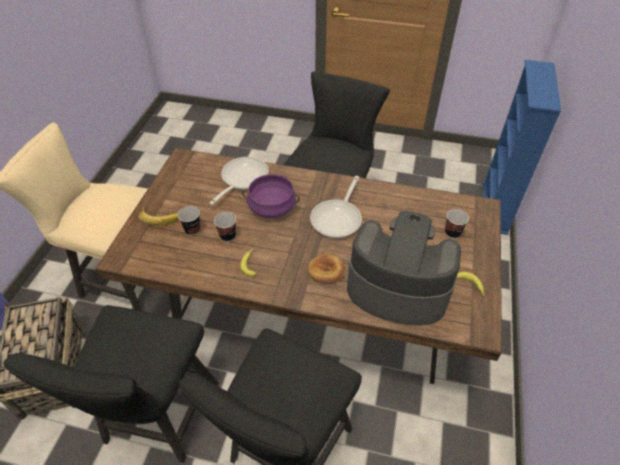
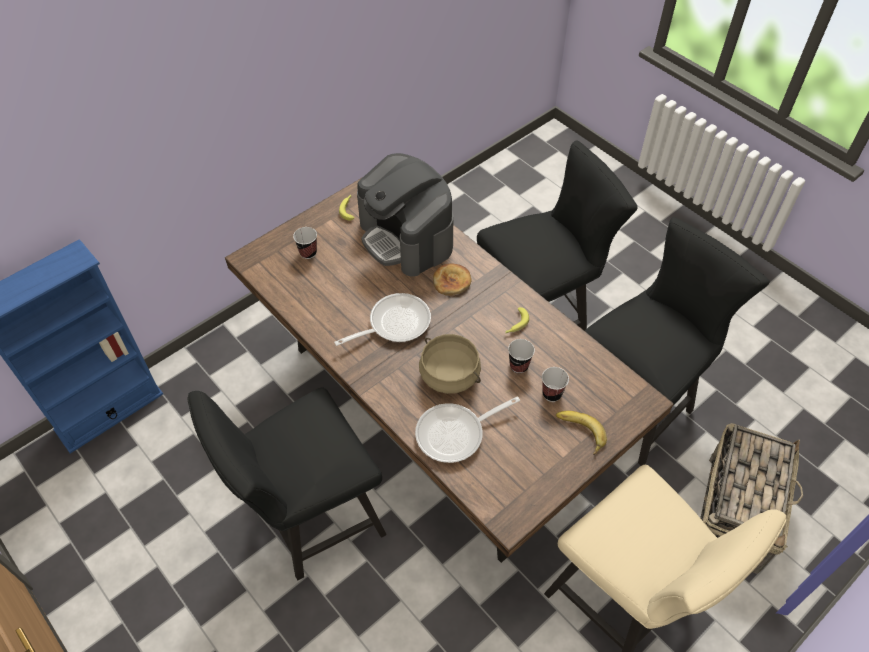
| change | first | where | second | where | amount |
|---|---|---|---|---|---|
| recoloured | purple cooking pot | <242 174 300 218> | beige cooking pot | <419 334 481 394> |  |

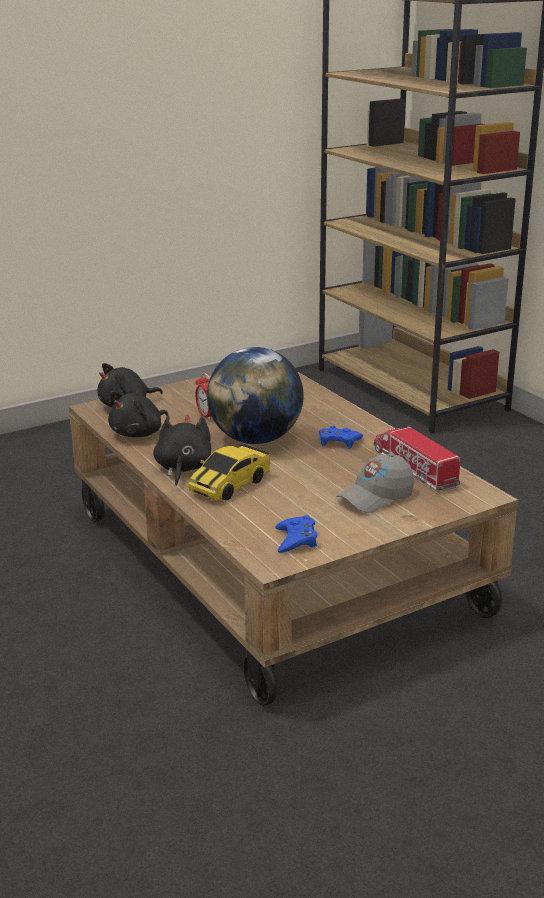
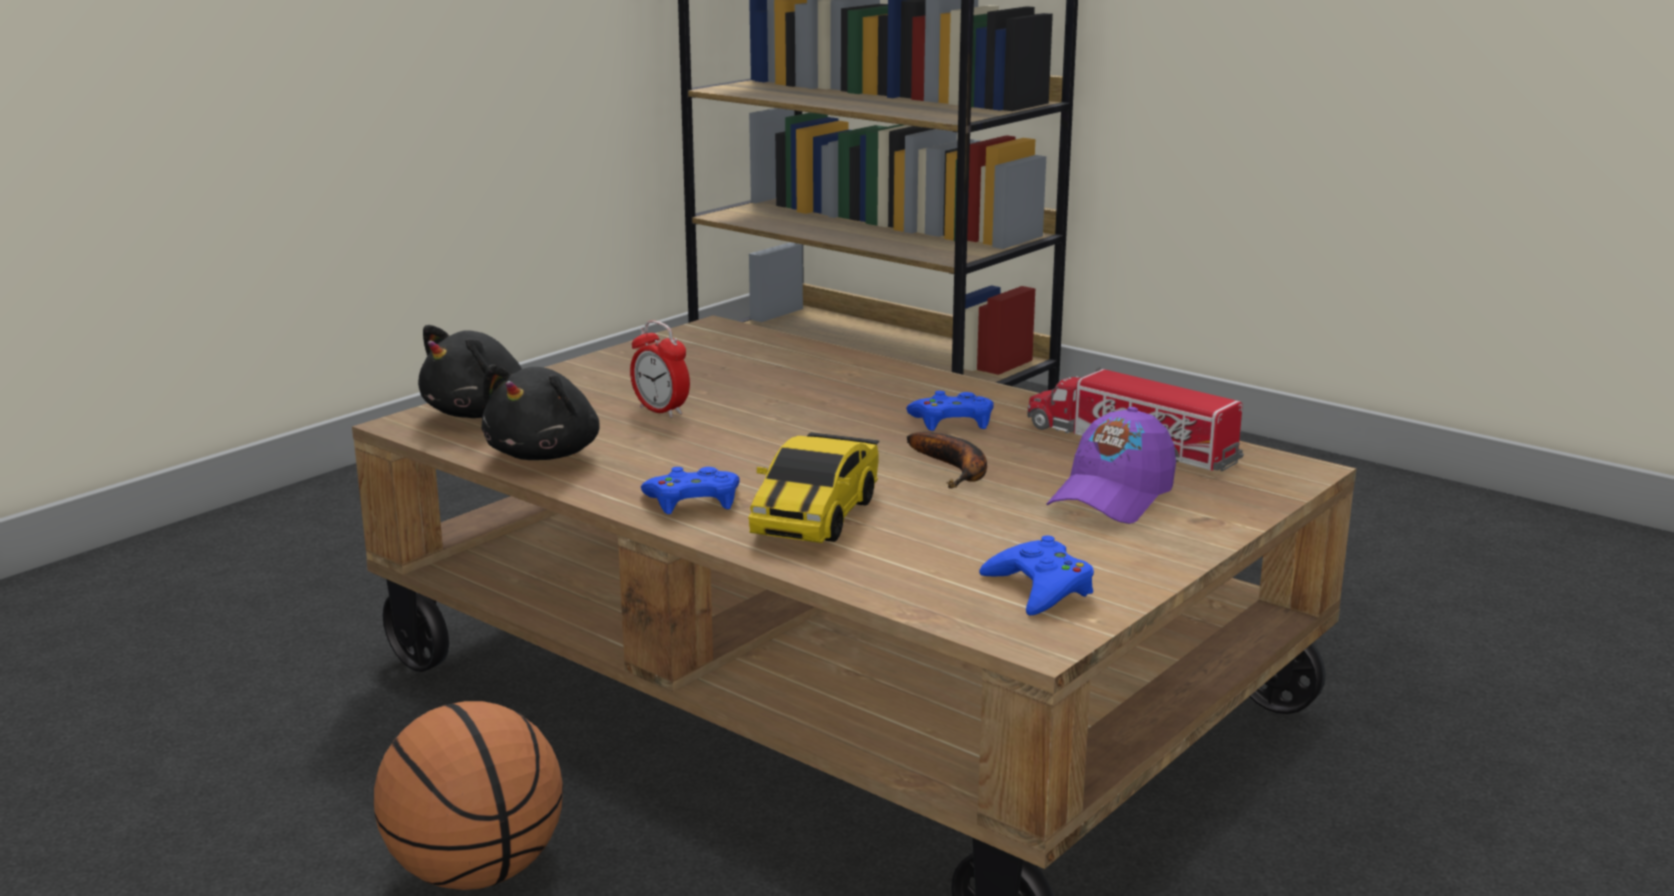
| change | first | where | second | where | amount |
|---|---|---|---|---|---|
| removed | globe | <207 347 304 444> |  |  |  |
| replaced | black plush toy | <153 414 211 486> | blue game controller | <641 467 740 514> |  |
| recoloured | grey cap | <336 454 414 513> | purple cap | <1047 407 1176 524> |  |
| added |  |  | banana | <906 432 987 488> |  |
| added |  |  | basketball | <374 701 563 890> |  |

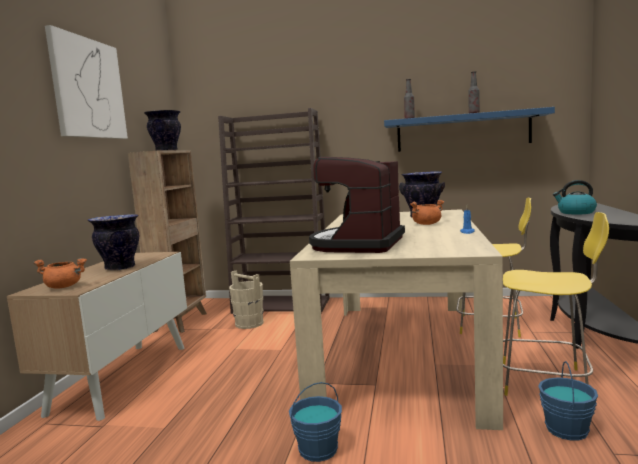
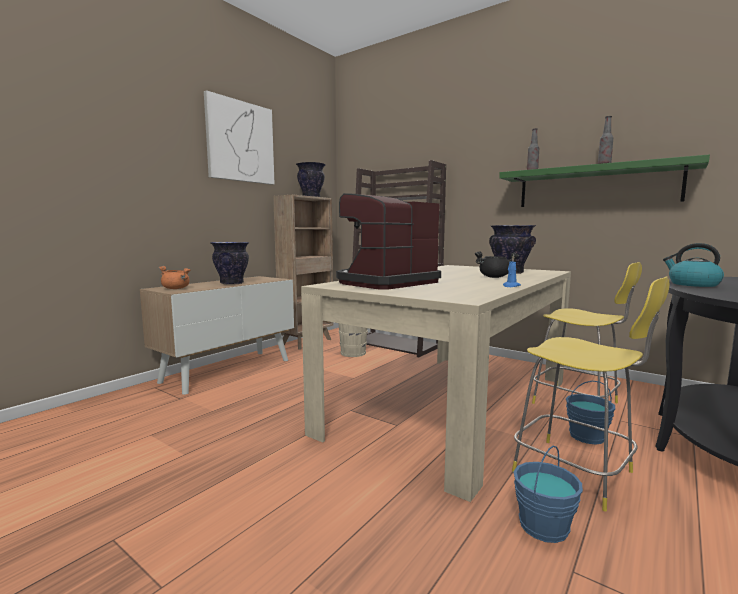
| change | first | where | second | where | amount |
|---|---|---|---|---|---|
| recoloured | blue shelf | <384 107 555 152> | green shelf | <499 155 710 207> |  |
| recoloured | orange cooking pot | <410 200 444 225> | black cooking pot | <475 251 519 278> |  |
| moved | blue bucket | <289 382 342 462> |  | <566 381 615 444> |  |

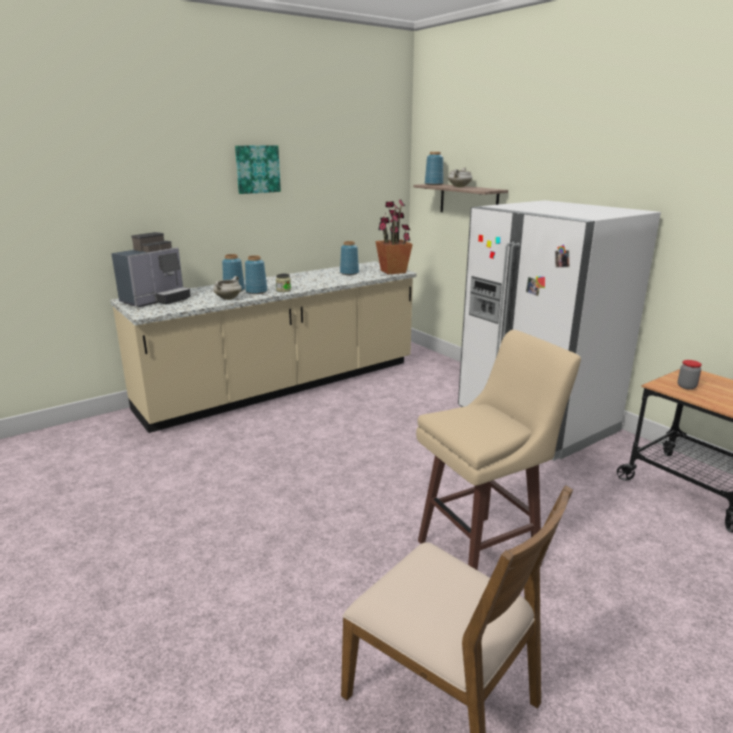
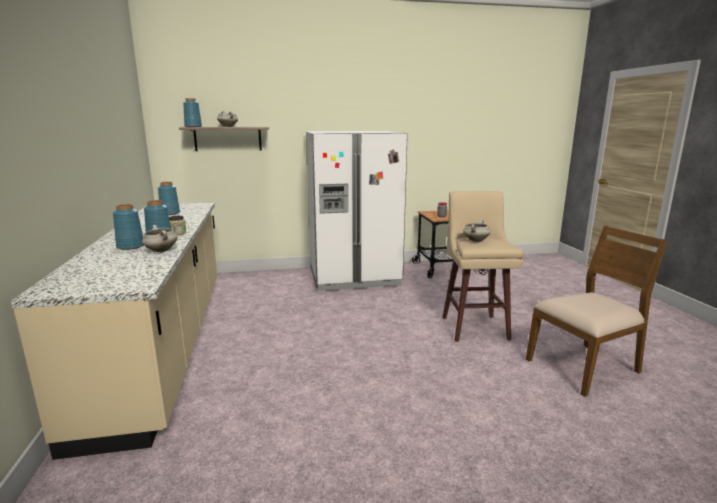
| change | first | where | second | where | amount |
|---|---|---|---|---|---|
| removed | picture | <235 145 281 194> |  |  |  |
| removed | potted plant | <375 200 413 274> |  |  |  |
| removed | coffee machine | <111 232 191 307> |  |  |  |
| added |  |  | white cooking pot | <463 220 490 242> |  |

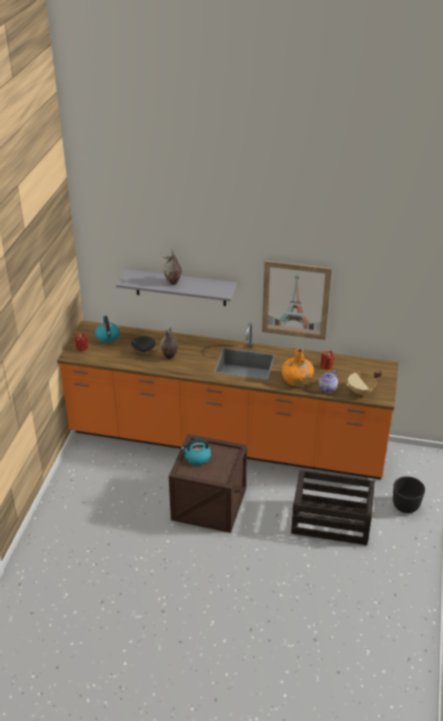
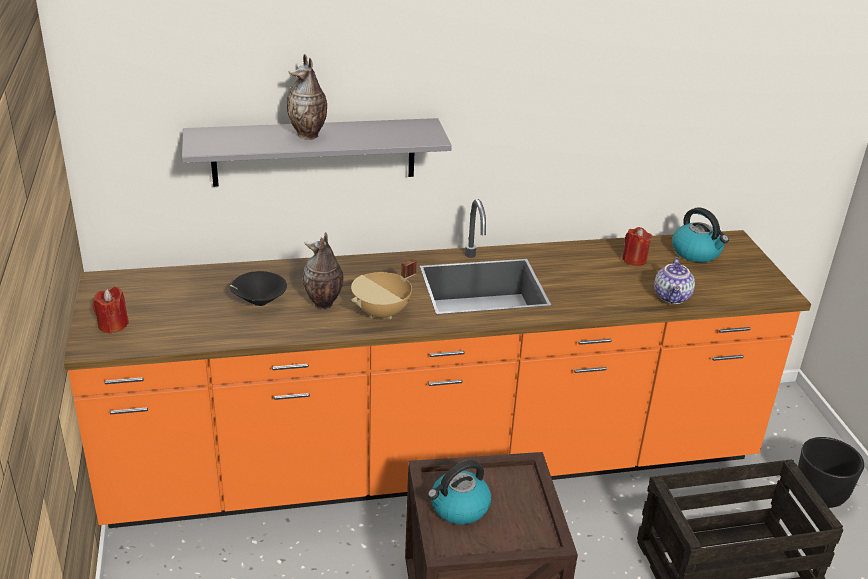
| change | first | where | second | where | amount |
|---|---|---|---|---|---|
| removed | picture | <262 261 332 340> |  |  |  |
| moved | kettle | <95 316 120 343> |  | <672 207 729 262> |  |
| removed | orange bottle | <282 348 314 387> |  |  |  |
| moved | beige cooking pot | <346 370 382 396> |  | <351 259 417 319> |  |

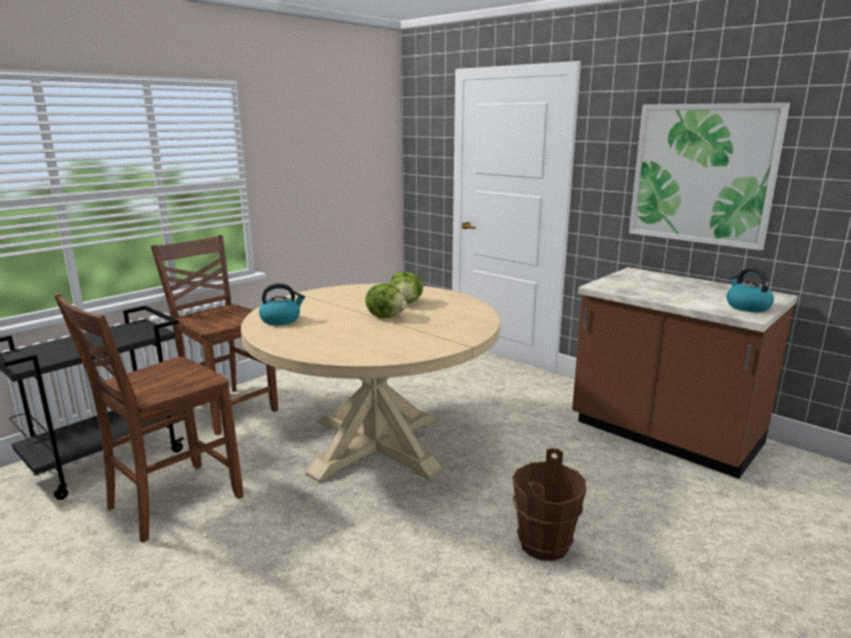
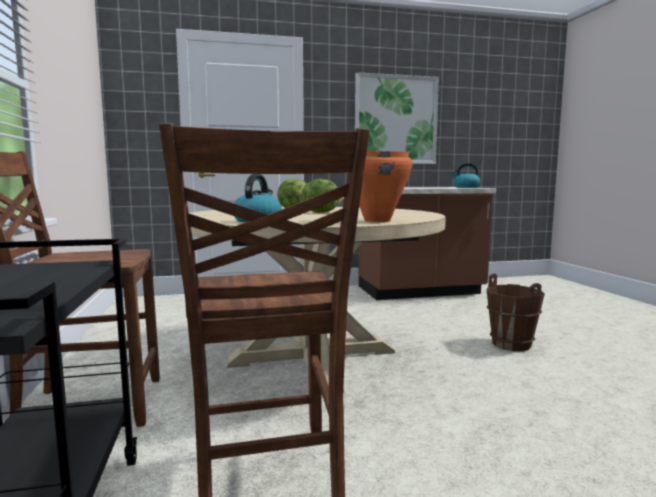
| change | first | where | second | where | amount |
|---|---|---|---|---|---|
| added |  |  | orange cooking pot | <347 151 413 223> |  |

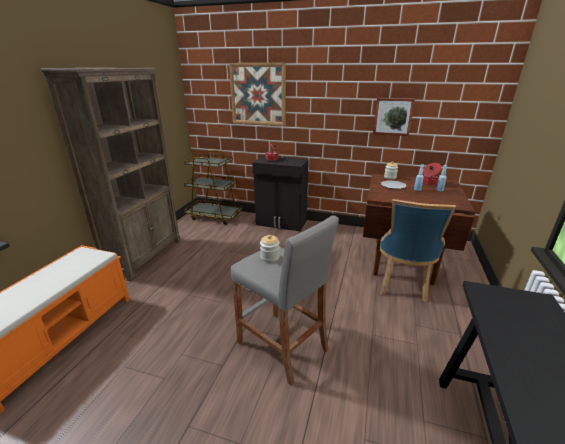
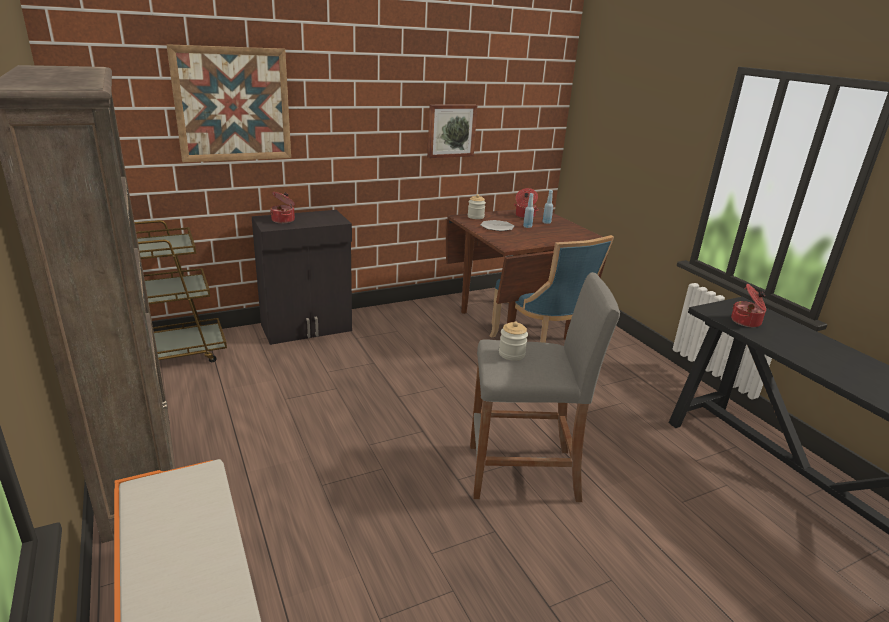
| change | first | where | second | where | amount |
|---|---|---|---|---|---|
| added |  |  | cooking pot | <731 284 766 327> |  |

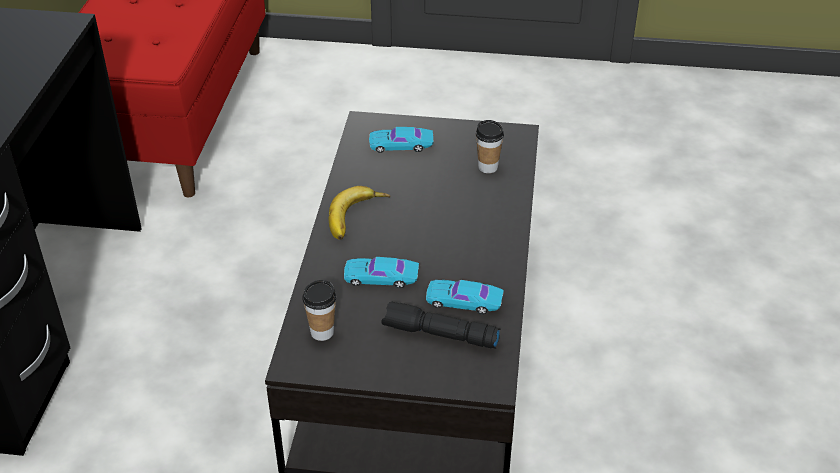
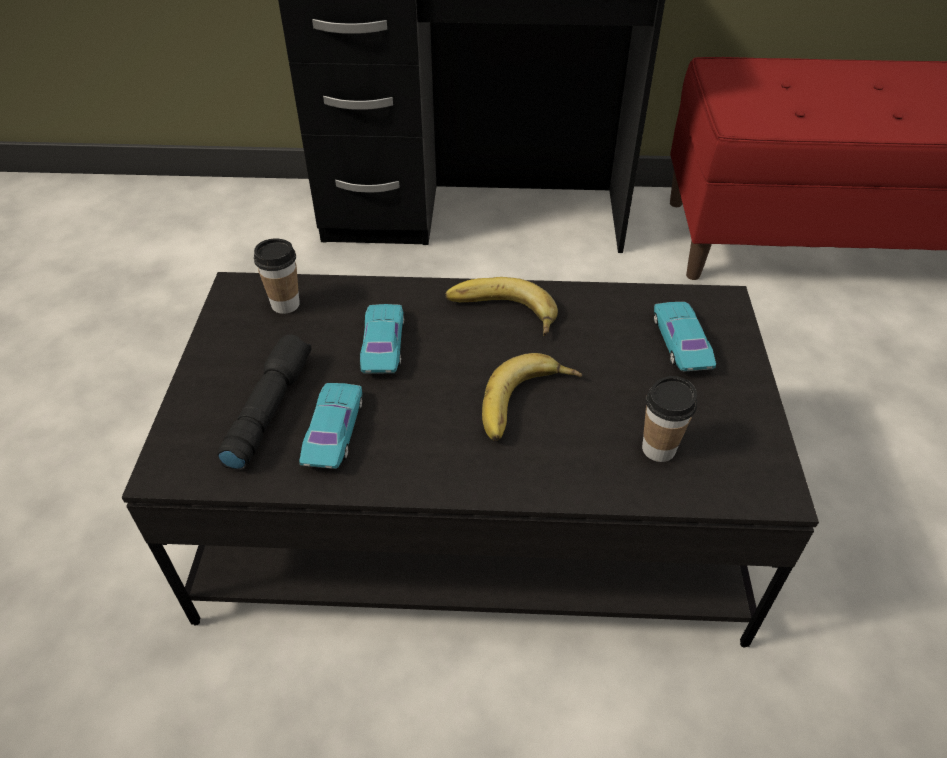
| change | first | where | second | where | amount |
|---|---|---|---|---|---|
| added |  |  | banana | <482 353 582 441> |  |

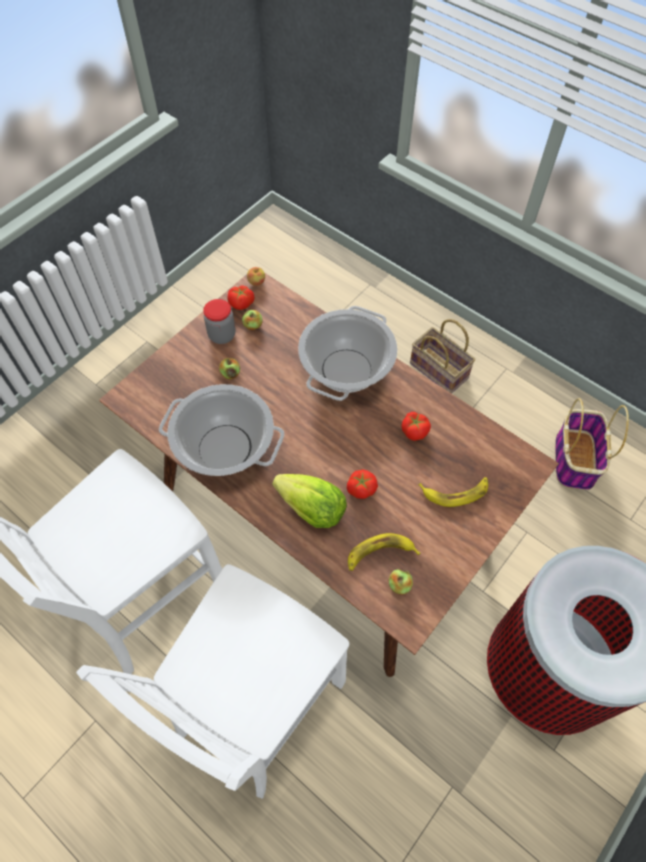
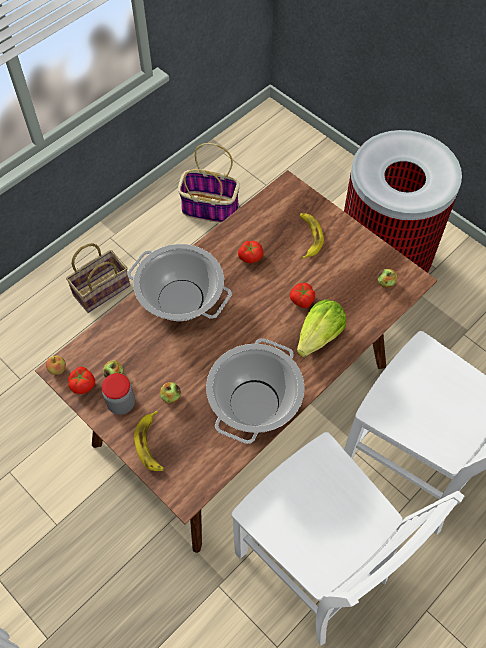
| change | first | where | second | where | amount |
|---|---|---|---|---|---|
| moved | banana | <348 533 420 571> |  | <134 410 164 471> |  |

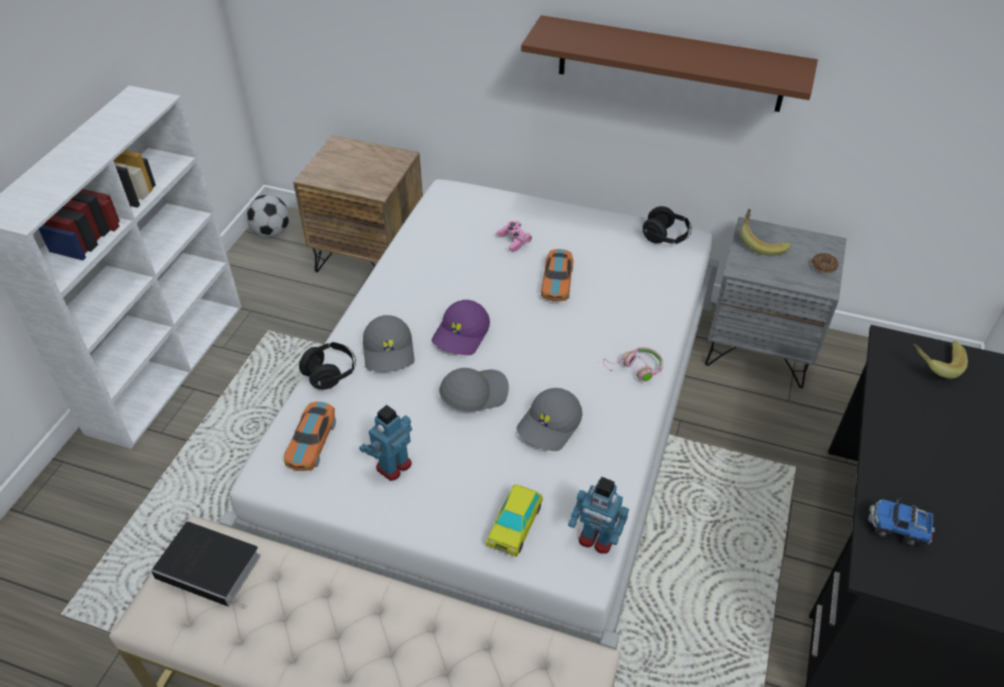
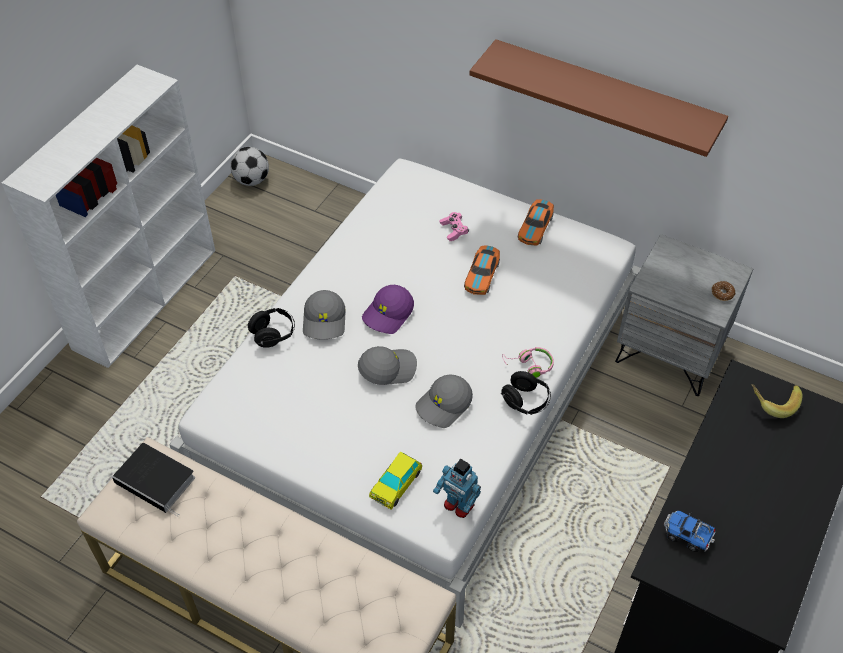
| change | first | where | second | where | amount |
|---|---|---|---|---|---|
| removed | brown nightstand | <293 135 423 272> |  |  |  |
| moved | black headphones | <642 206 692 244> |  | <501 371 551 415> |  |
| removed | banana | <740 209 791 255> |  |  |  |
| moved | toy car | <284 402 336 471> |  | <518 199 554 246> |  |
| removed | toy robot | <359 405 412 481> |  |  |  |

